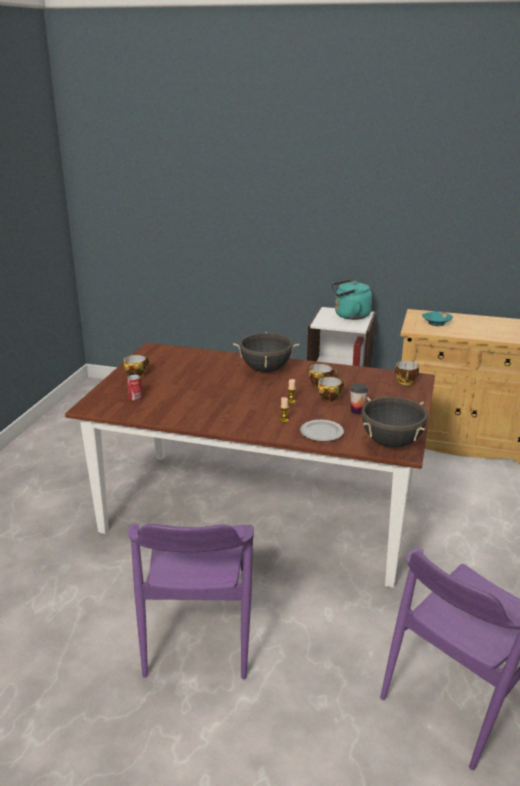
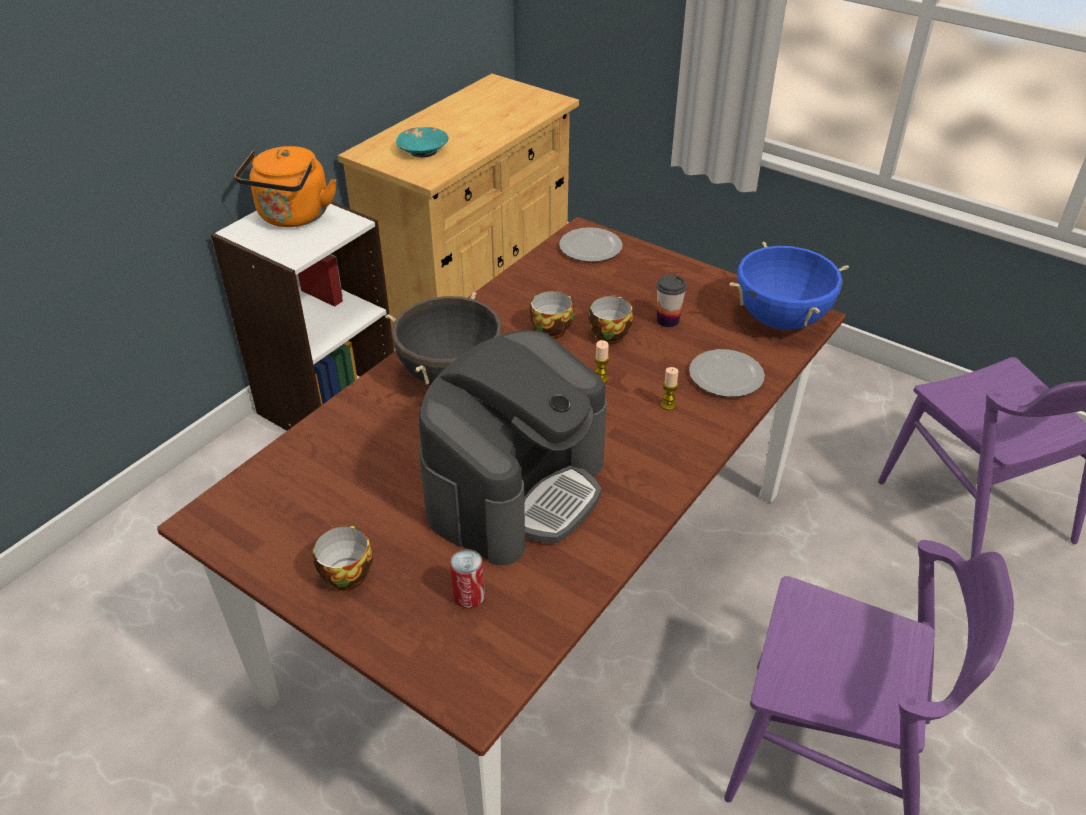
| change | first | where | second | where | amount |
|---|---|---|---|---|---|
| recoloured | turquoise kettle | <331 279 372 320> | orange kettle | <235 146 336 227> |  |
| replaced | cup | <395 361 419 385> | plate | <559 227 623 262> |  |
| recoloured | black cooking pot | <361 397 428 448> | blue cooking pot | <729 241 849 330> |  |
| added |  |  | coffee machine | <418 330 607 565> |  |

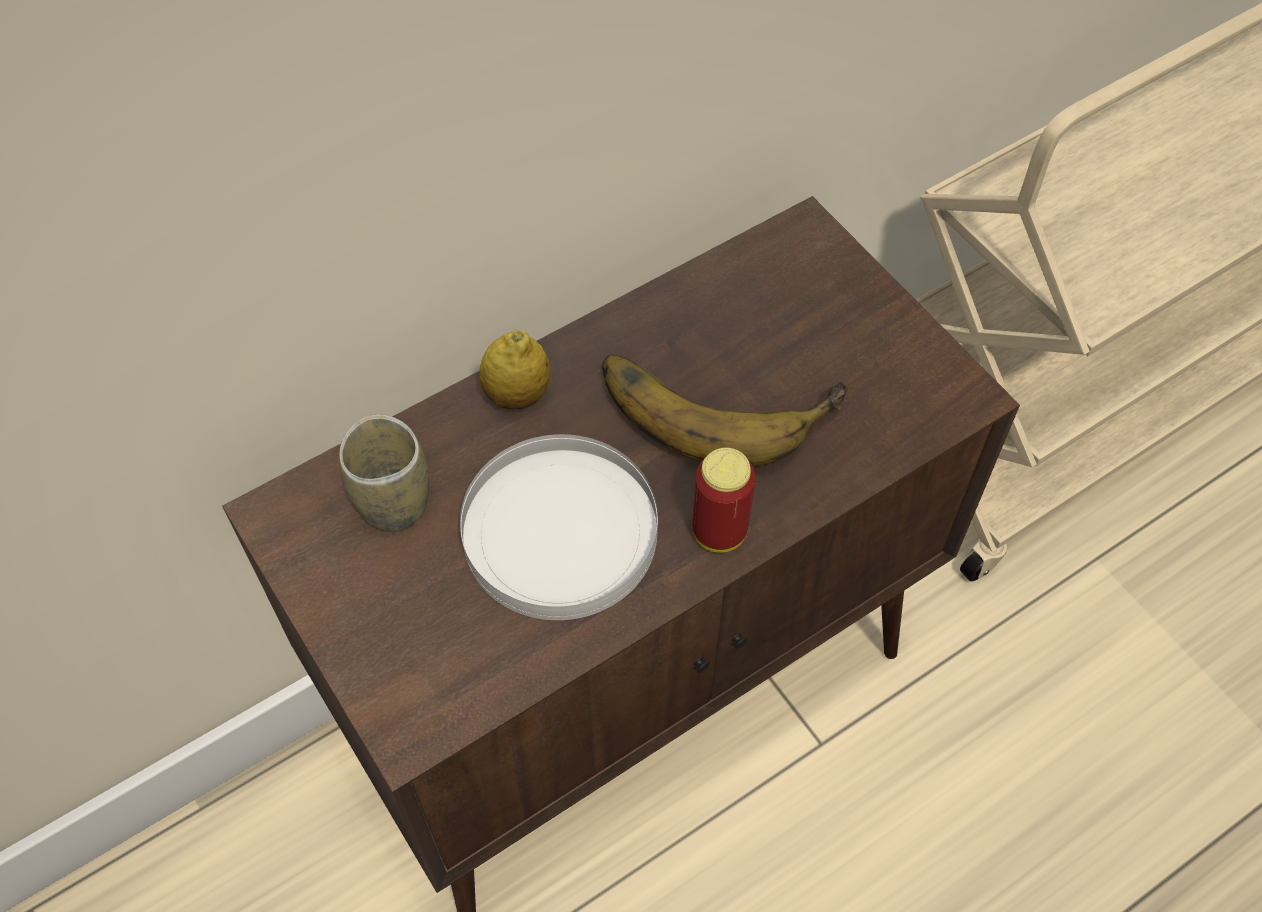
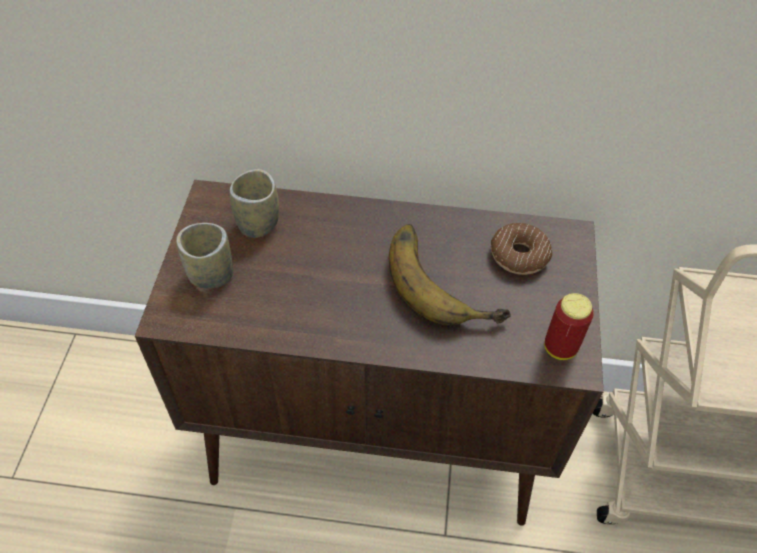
| change | first | where | second | where | amount |
|---|---|---|---|---|---|
| removed | lemon | <480 330 550 410> |  |  |  |
| removed | white plate | <460 434 658 620> |  |  |  |
| moved | can | <692 448 755 553> |  | <544 293 594 360> |  |
| added |  |  | cup | <176 223 233 289> |  |
| added |  |  | donut | <491 223 552 275> |  |

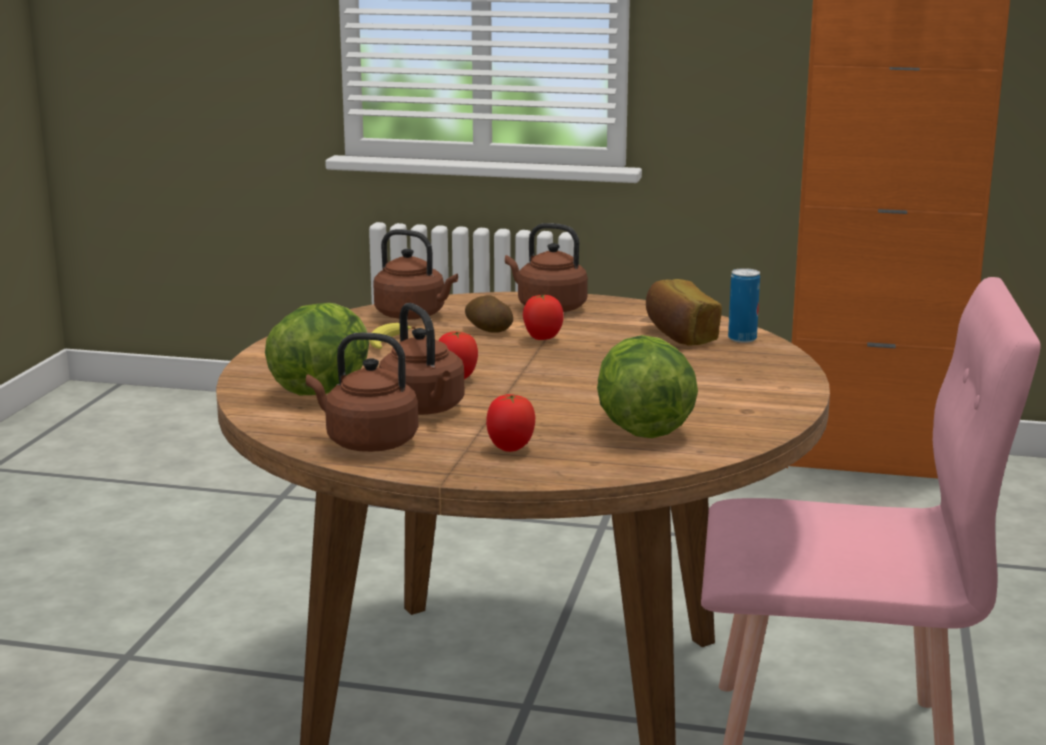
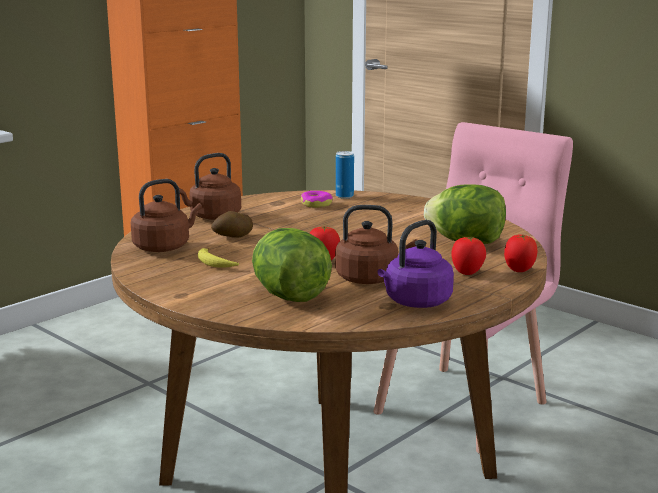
| change | first | where | second | where | amount |
|---|---|---|---|---|---|
| replaced | bread | <646 279 722 346> | donut | <301 191 333 208> |  |
| moved | tomato | <523 294 563 340> |  | <504 235 537 272> |  |
| recoloured | brown kettle | <306 333 418 452> | purple kettle | <378 220 454 308> |  |

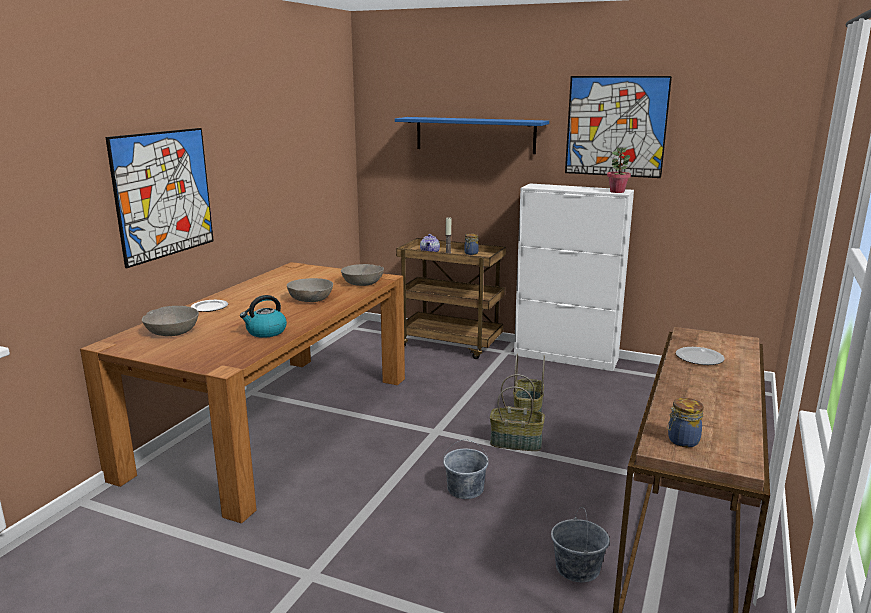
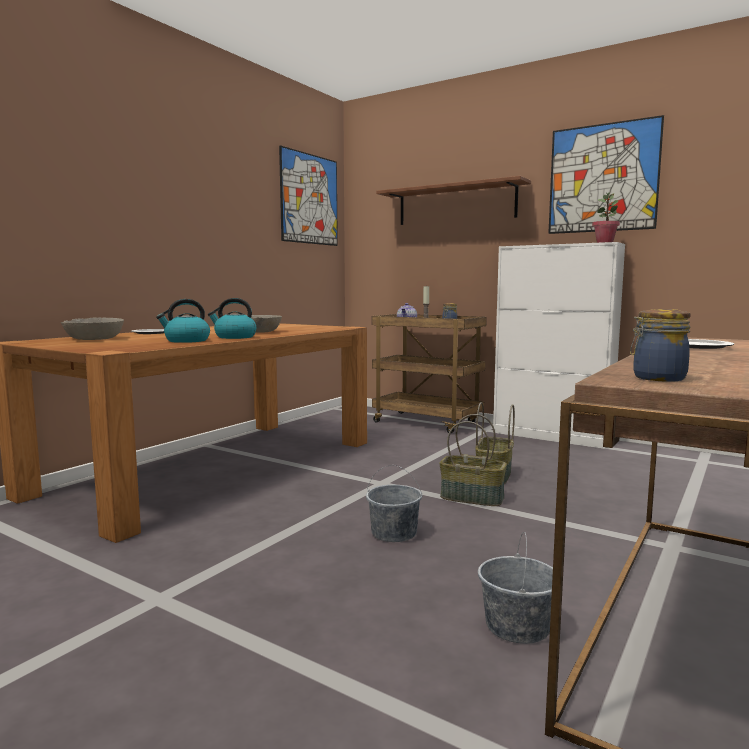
| change | first | where | second | where | amount |
|---|---|---|---|---|---|
| recoloured | blue shelf | <395 117 549 154> | brown shelf | <376 176 531 225> |  |
| moved | picture | <105 128 214 268> |  | <279 145 338 246> |  |
| removed | grey bowl | <341 264 384 286> |  |  |  |
| added |  |  | kettle | <208 298 256 339> |  |

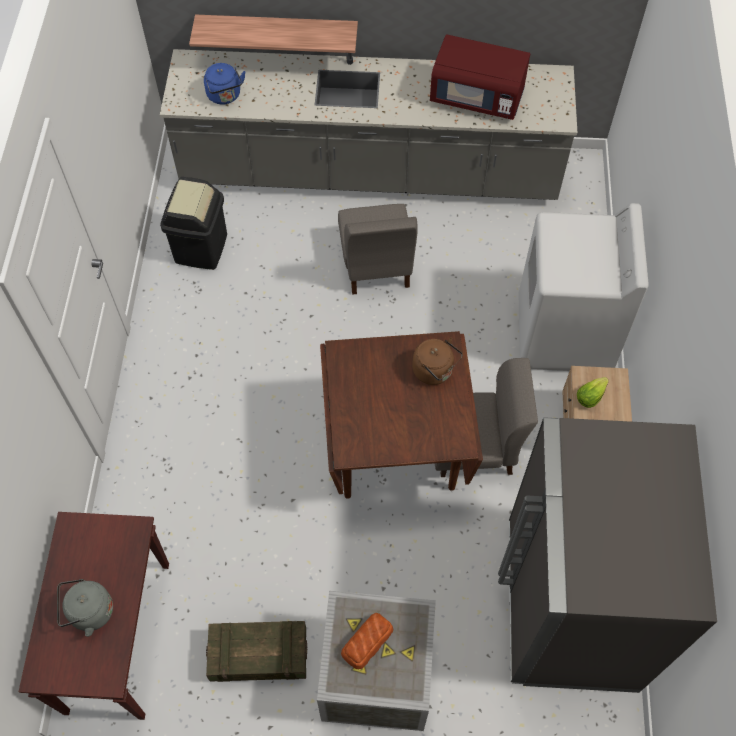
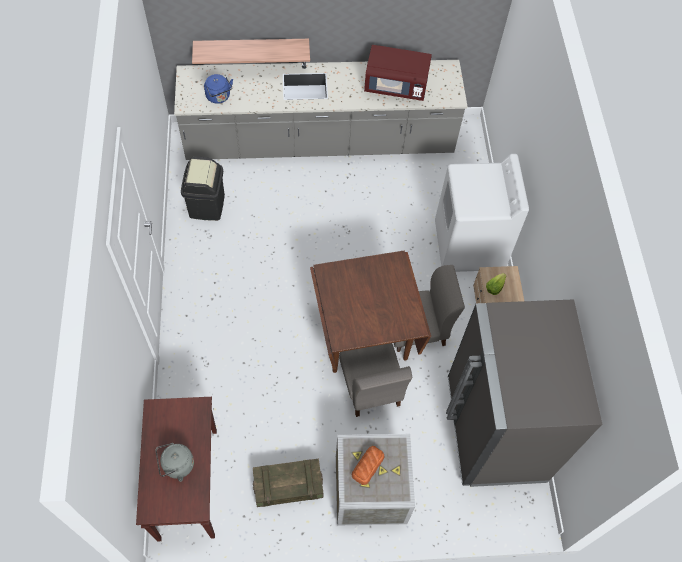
| change | first | where | second | where | amount |
|---|---|---|---|---|---|
| moved | grey chair | <338 204 418 295> |  | <339 343 412 417> |  |
| removed | brown kettle | <412 338 463 385> |  |  |  |

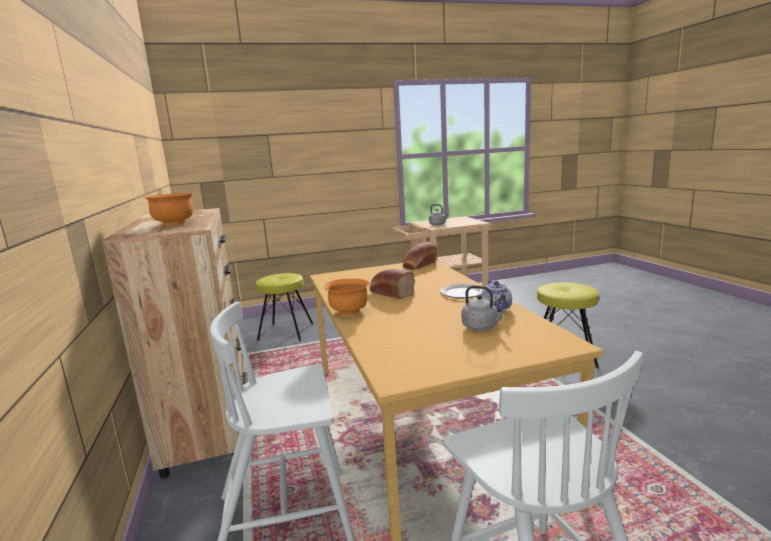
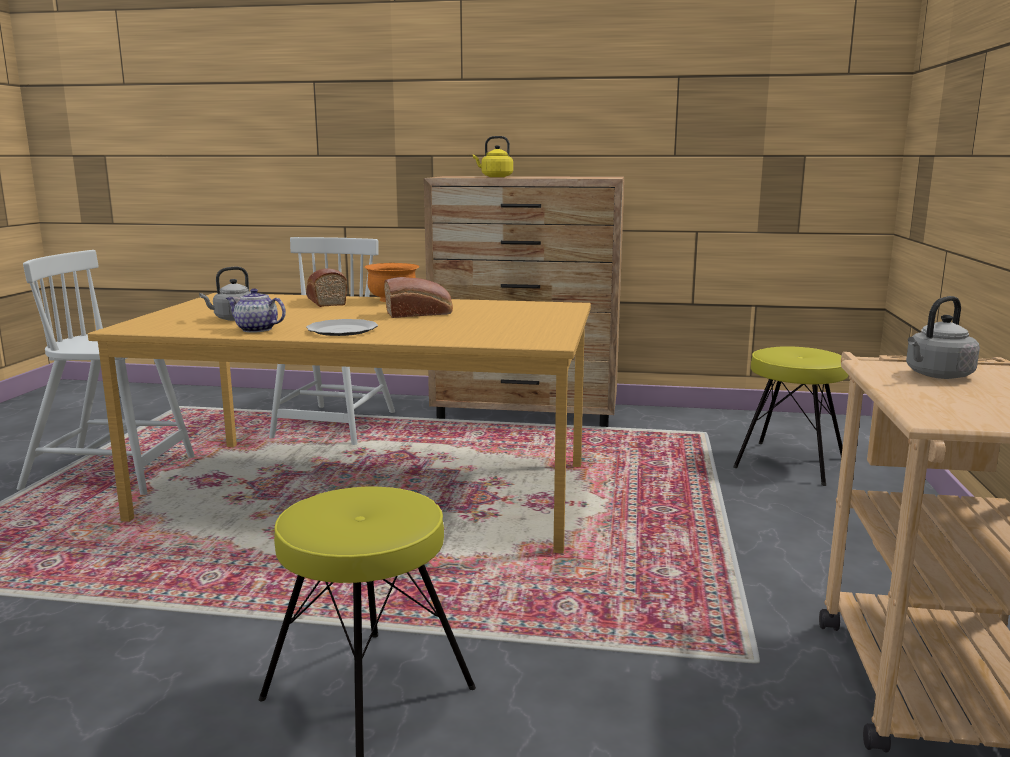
| change | first | where | second | where | amount |
|---|---|---|---|---|---|
| replaced | orange bowl | <144 193 194 226> | yellow kettle | <473 136 513 177> |  |
| moved | bread | <403 242 437 270> |  | <306 269 347 307> |  |

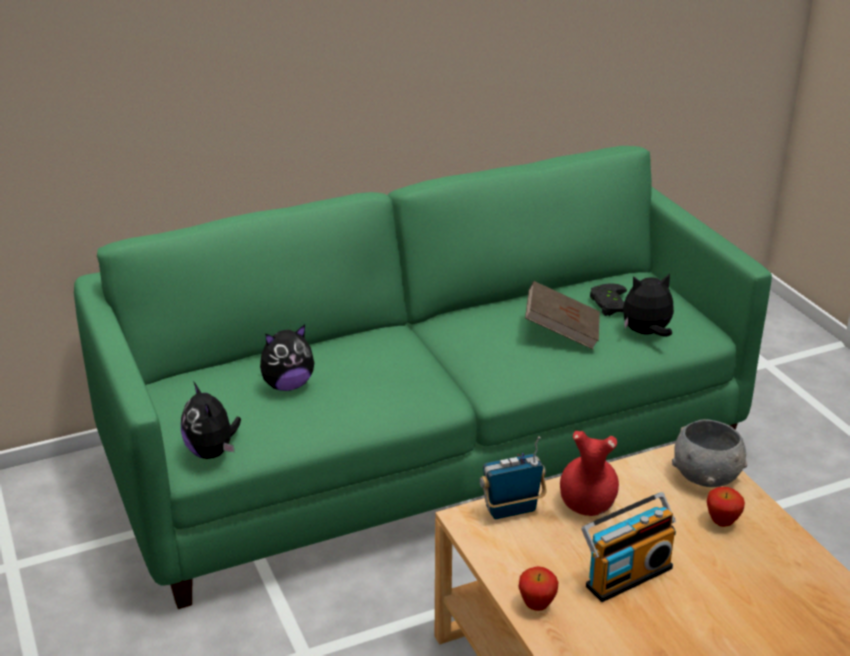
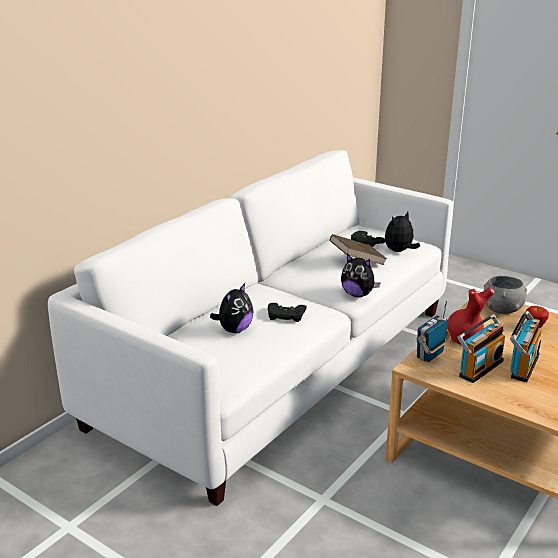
| change | first | where | second | where | amount |
|---|---|---|---|---|---|
| recoloured | green sofa | <74 146 772 609> | white sofa | <48 150 454 506> |  |
| moved | plush toy | <181 381 241 459> |  | <341 254 380 297> |  |
| removed | apple | <518 566 558 611> |  |  |  |
| added |  |  | black game controller | <268 303 307 322> |  |
| added |  |  | radio | <457 314 505 383> |  |

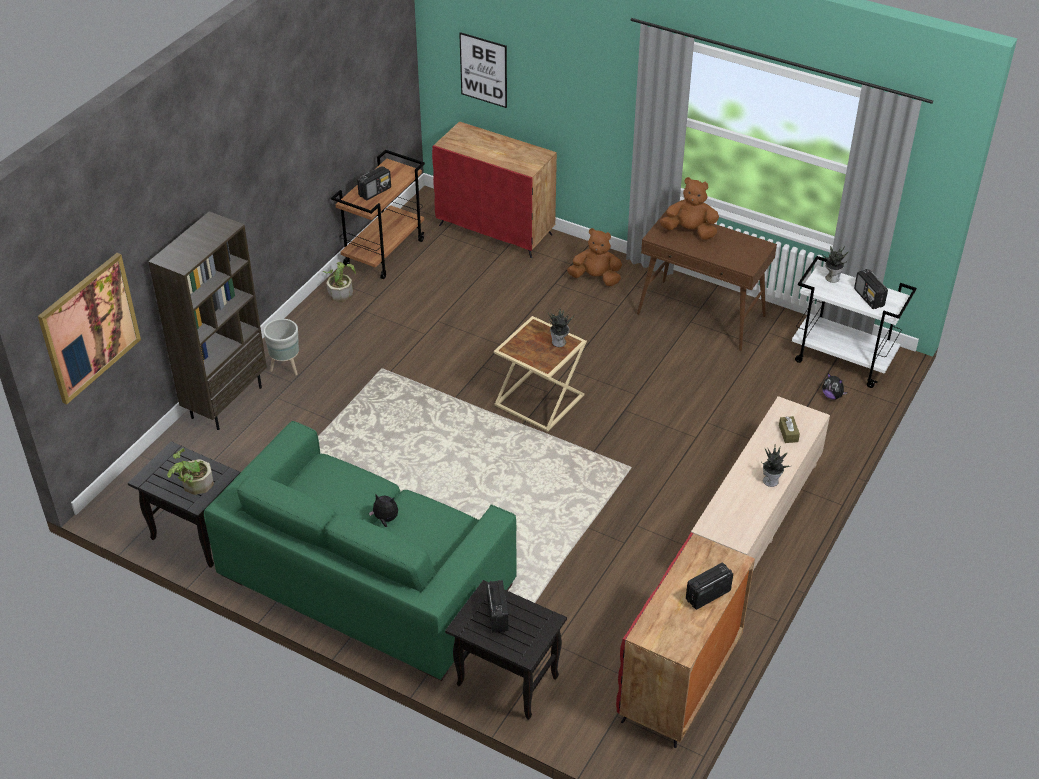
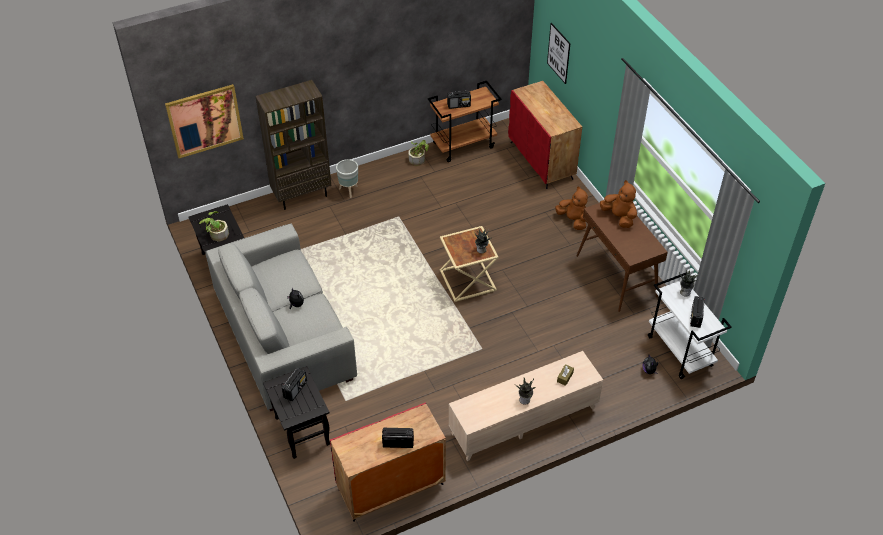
| change | first | where | second | where | amount |
|---|---|---|---|---|---|
| recoloured | green sofa | <204 421 517 681> | grey sofa | <205 223 357 411> |  |

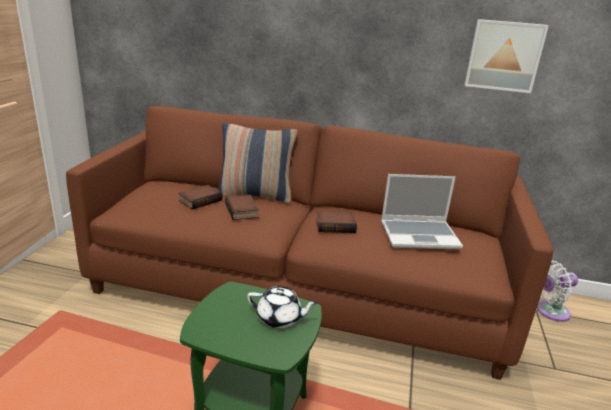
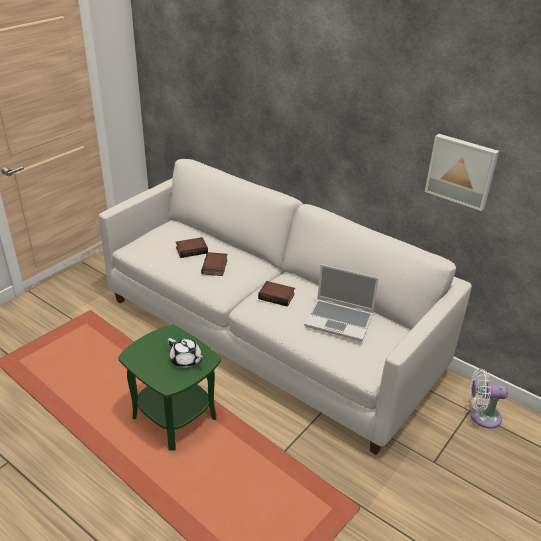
| change | first | where | second | where | amount |
|---|---|---|---|---|---|
| recoloured | brown sofa | <66 106 553 380> | white sofa | <99 159 472 455> |  |
| removed | pillow | <217 123 298 203> |  |  |  |

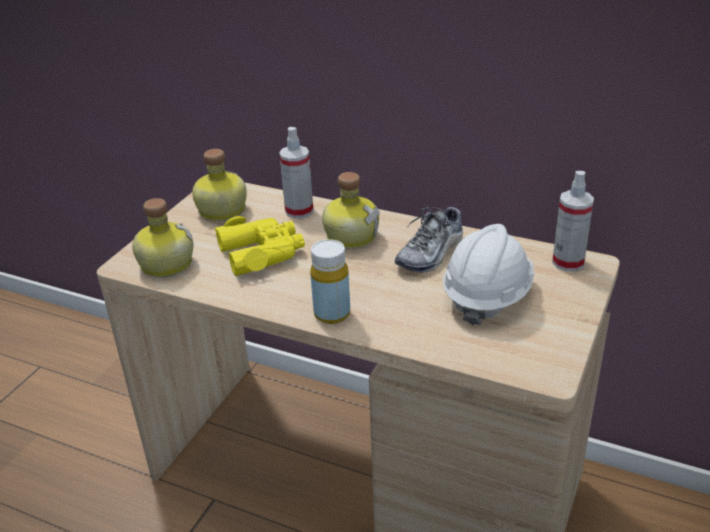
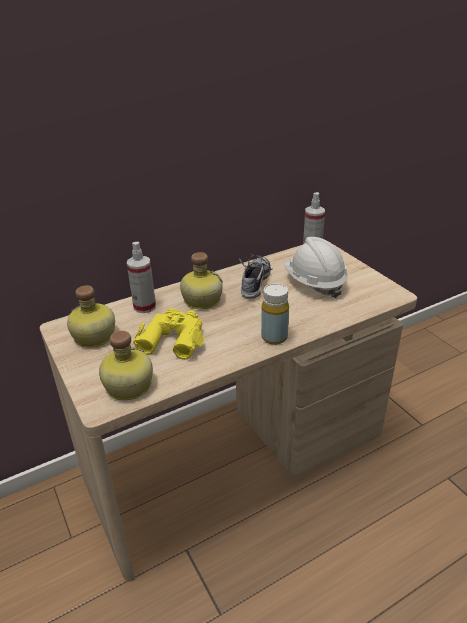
| change | first | where | second | where | amount |
|---|---|---|---|---|---|
| turned | shoe | <395 206 463 273> |  | <239 254 272 299> | 150 degrees counterclockwise |

